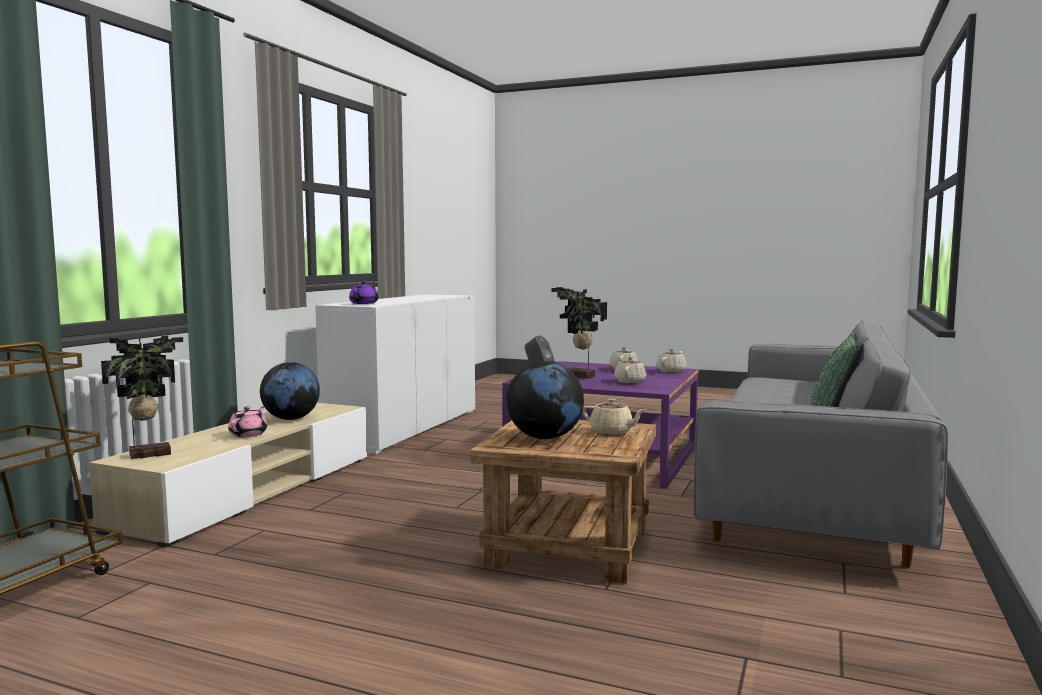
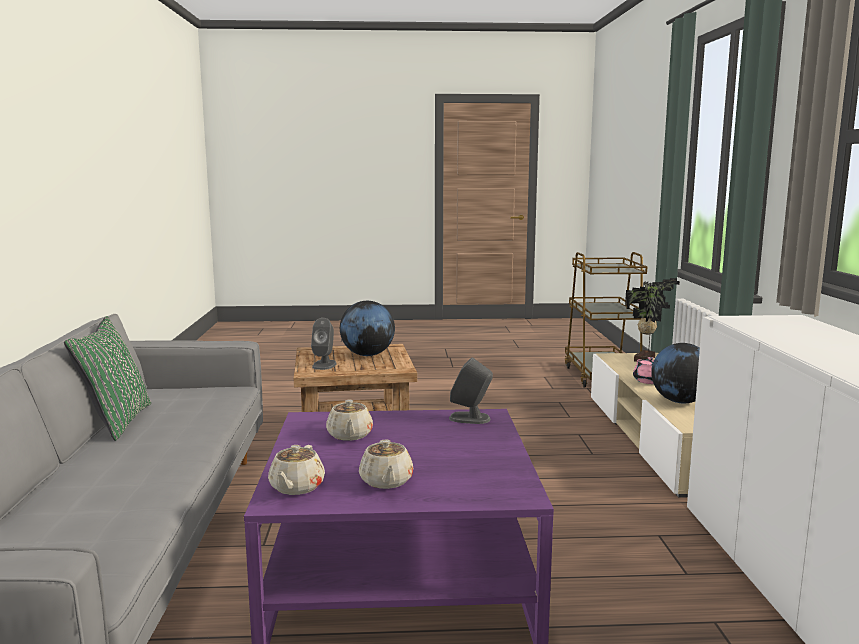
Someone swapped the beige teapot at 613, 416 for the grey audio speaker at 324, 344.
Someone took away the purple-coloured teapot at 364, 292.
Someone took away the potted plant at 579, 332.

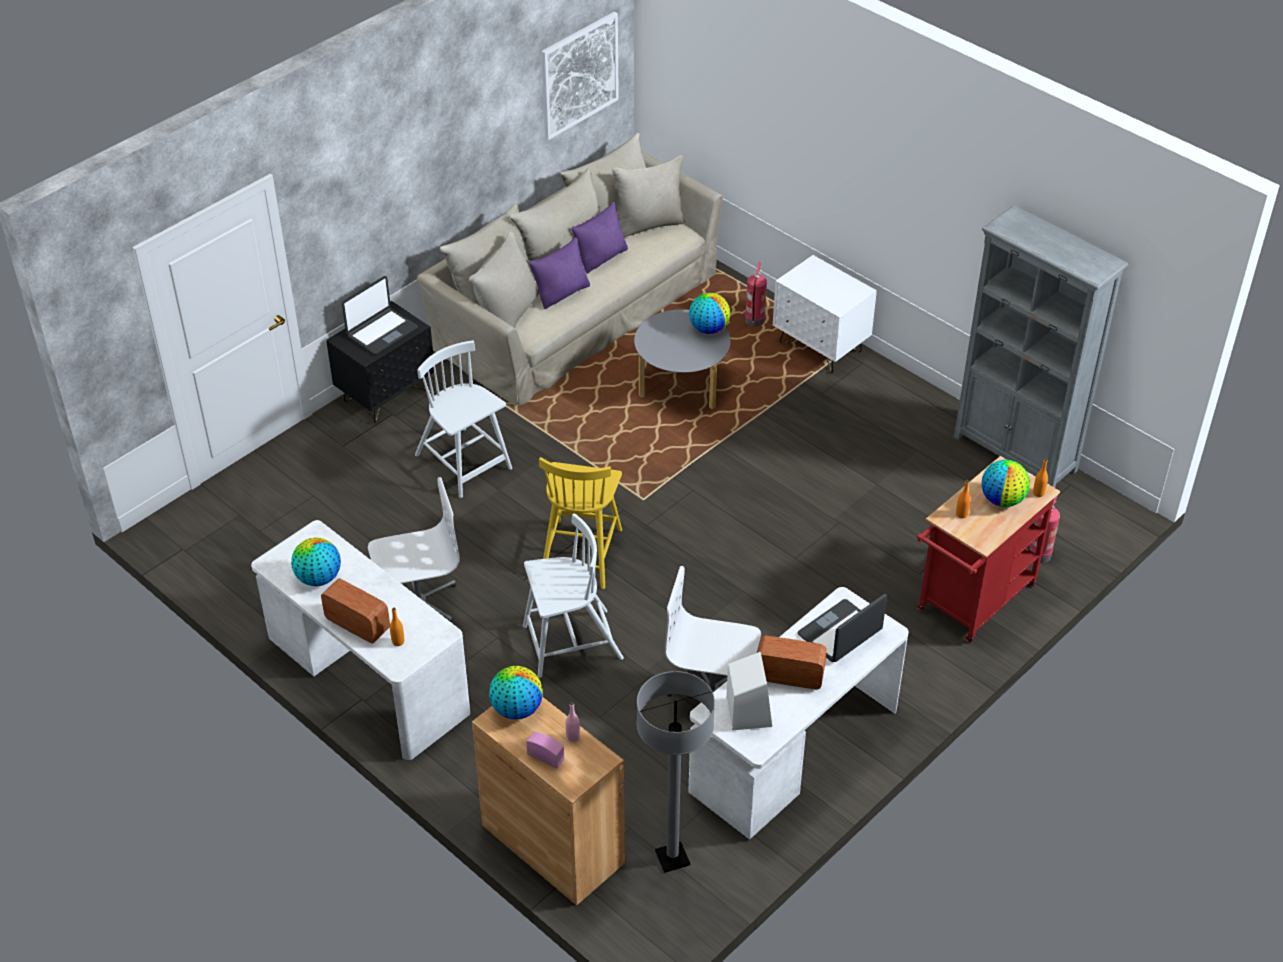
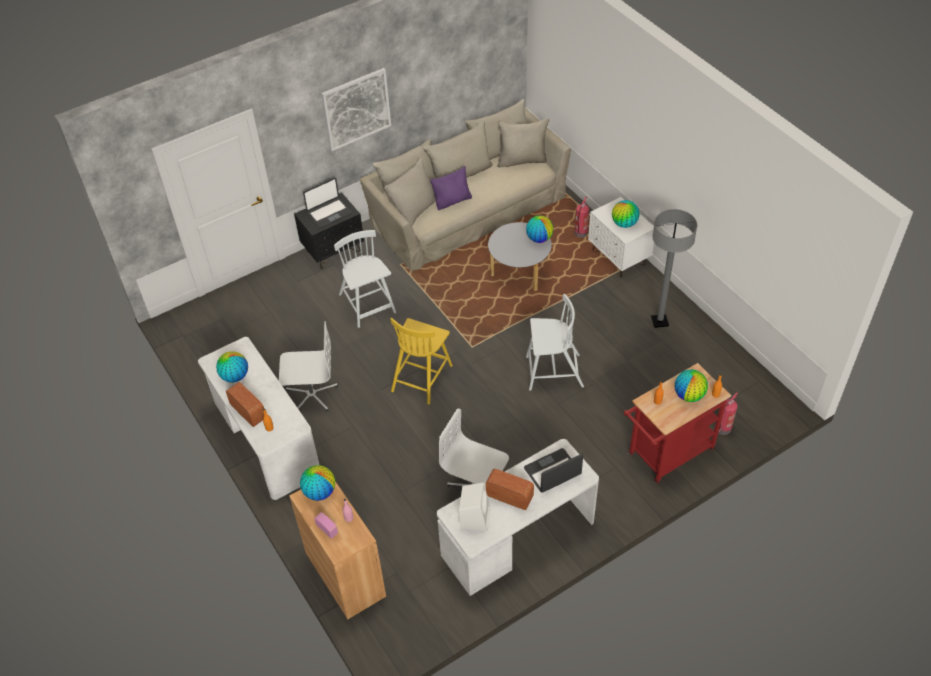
Someone carried the wall picture from 580, 76 to 356, 109.
Someone carried the white-coloured upright chair from 573, 595 to 555, 342.
Someone put down the desk globe at 626, 214.
Someone carried the grey floor lamp from 676, 772 to 674, 268.
Someone took away the purple-coloured throw pillow at 600, 238.
Someone took away the grey shelving unit at 1040, 346.

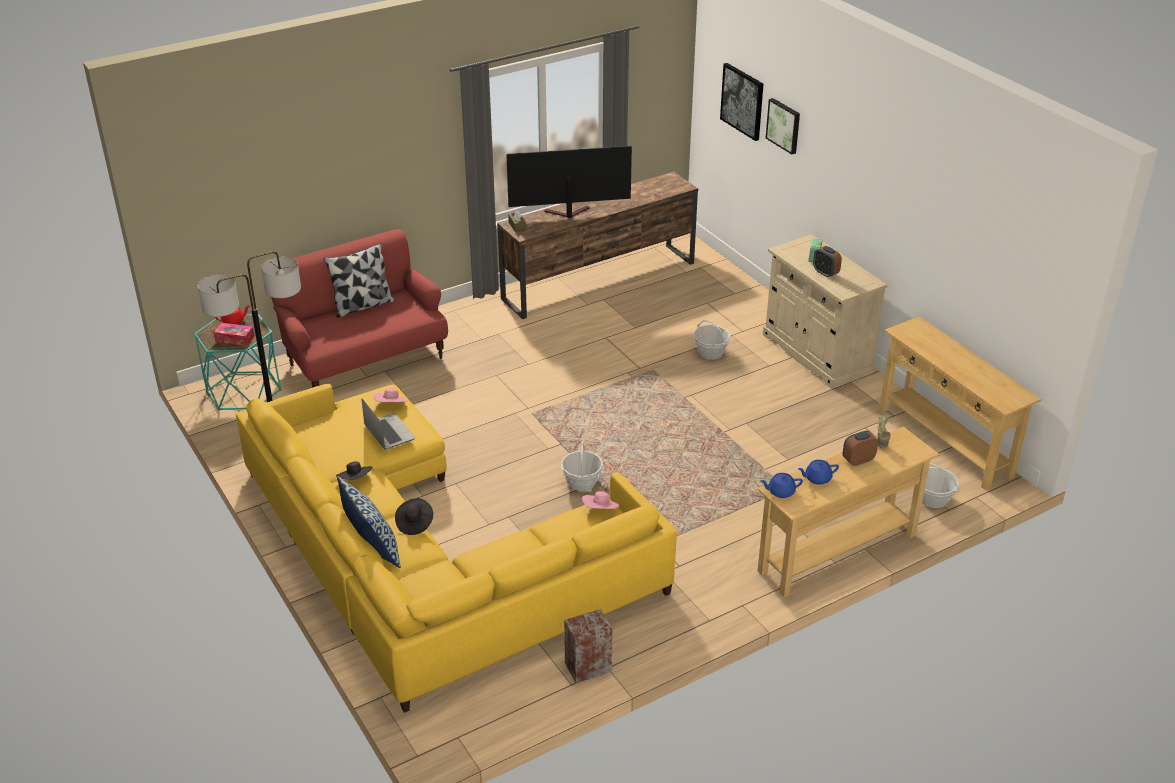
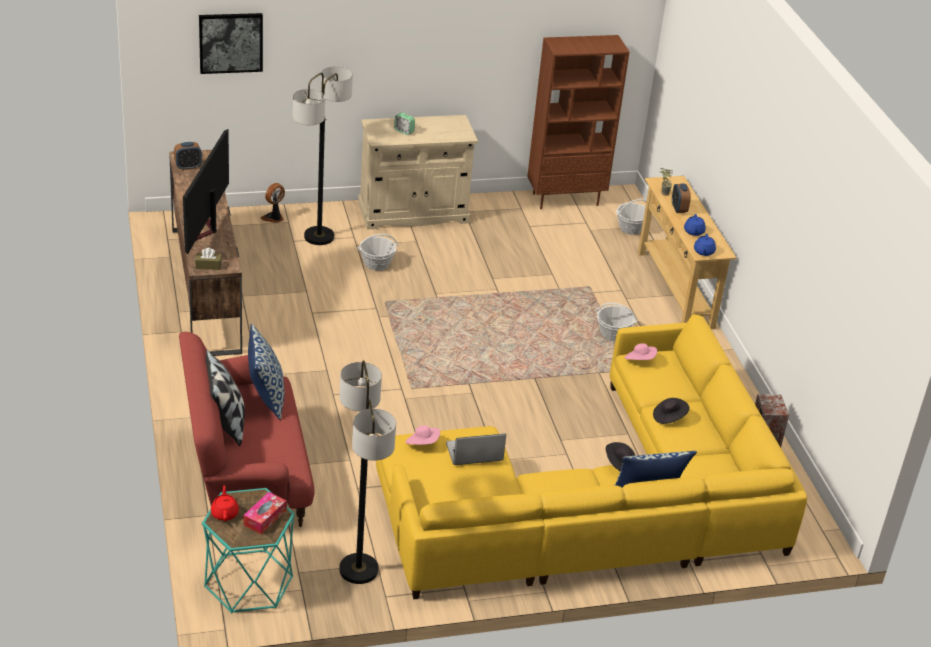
Someone carried the alarm clock from 827, 262 to 188, 156.
Someone put down the throw pillow at 266, 371.
Someone put down the cooling fan at 273, 203.
Someone put down the floor lamp at 323, 155.
Someone swapped the beige console table at 960, 403 for the brownish shelving unit at 578, 122.
Someone carried the basket from 582, 467 to 616, 322.
Someone carried the black-coloured hat from 354, 470 to 671, 411.
Someone took away the wall picture at 783, 126.

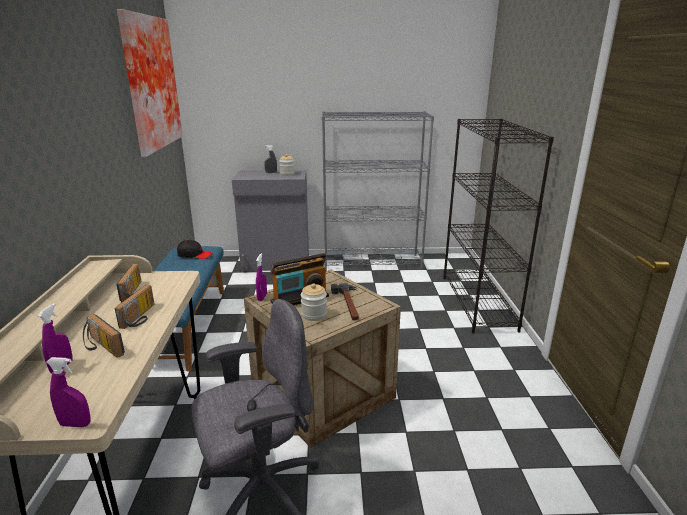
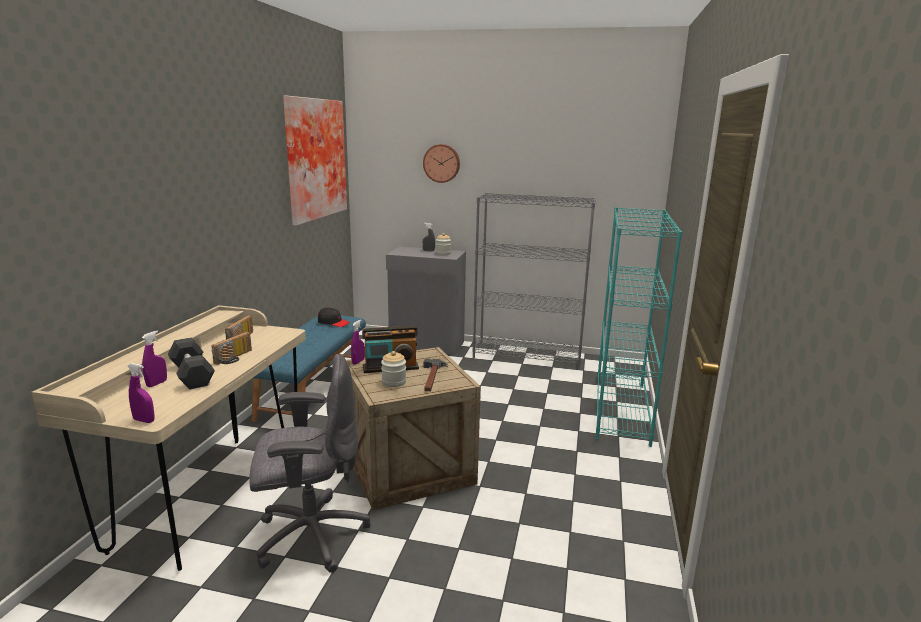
Someone swapped the radio set at 104, 336 for the grey free weight at 191, 363.
Someone put up the clock on the wall at 441, 163.
Someone repainted the black-coloured shelving unit at 498, 226, which became the turquoise shelving unit at 639, 327.

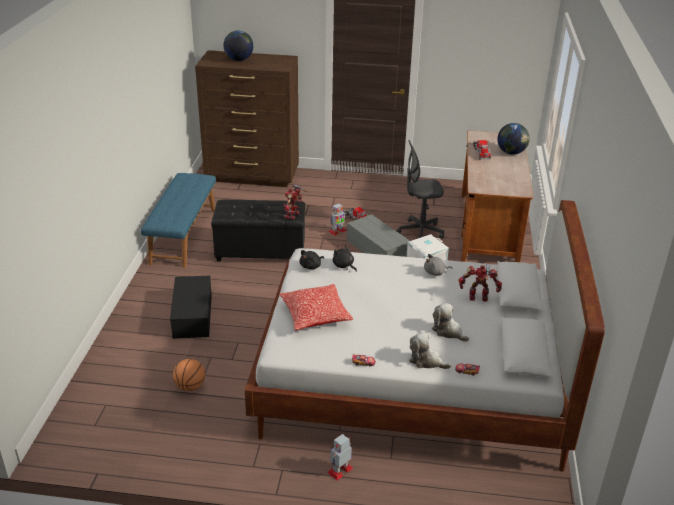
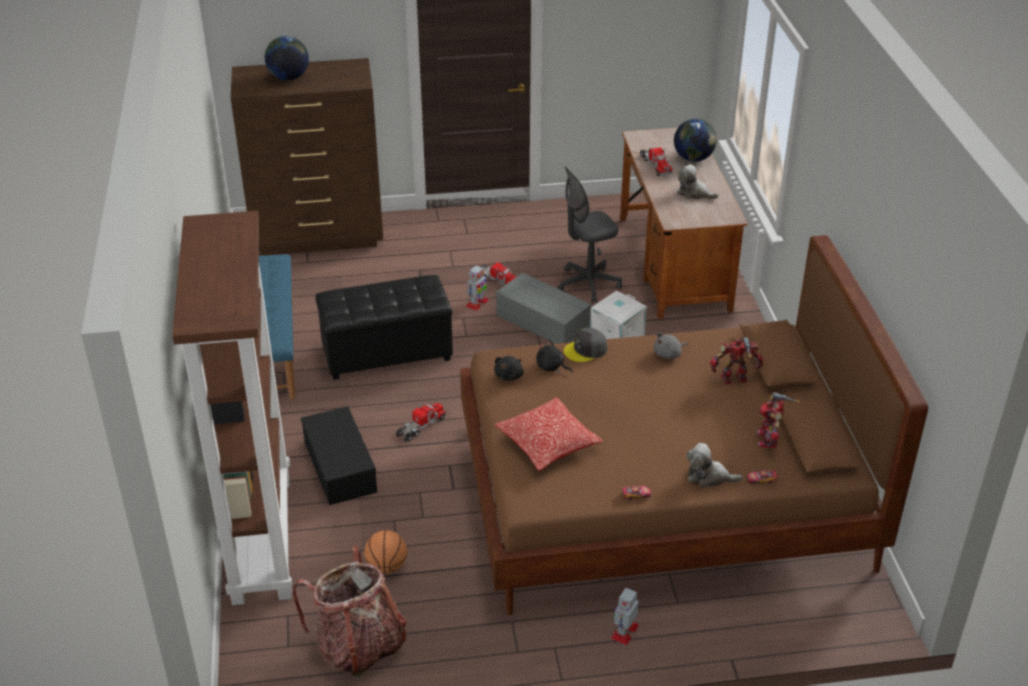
Someone put down the brownish shelving unit at 232, 408.
Someone put down the knapsack at 349, 611.
Someone put down the toy lorry at 421, 423.
Someone repainted the white-coloured sleeping bed at 425, 336, which became the brownish sleeping bed at 694, 425.
Someone put down the grey baseball cap at 585, 345.
Someone carried the soft toy from 450, 322 to 697, 181.
Someone carried the model robot from 295, 202 to 778, 420.

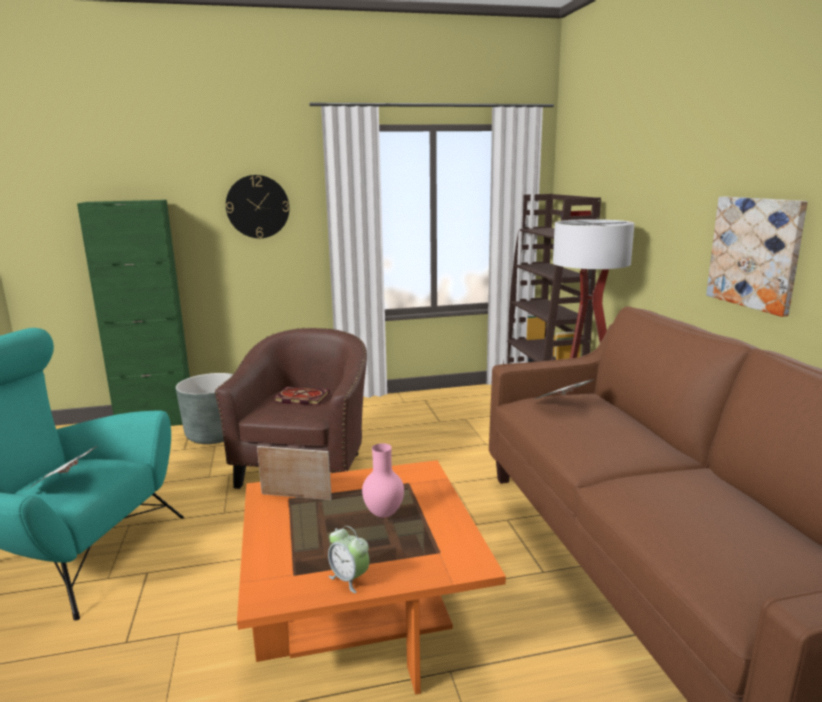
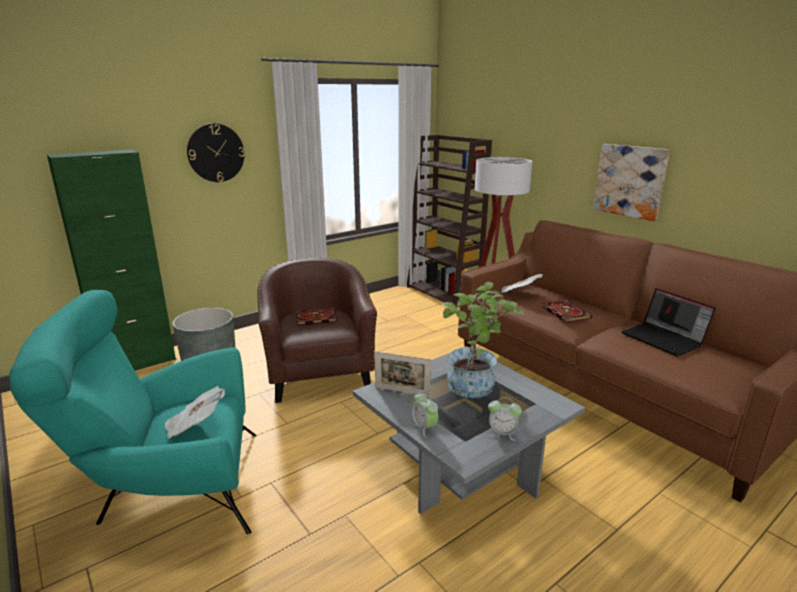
Someone repainted the orange-coloured low table at 371, 577, which became the grey low table at 469, 430.
Someone rotated the photo frame at 294, 473 by 150 degrees counterclockwise.
Someone put down the alarm clock at 424, 415.
Someone swapped the pink decorative vase at 383, 480 for the potted plant at 483, 340.
Someone put down the volume at 567, 311.
Someone put down the laptop at 668, 322.

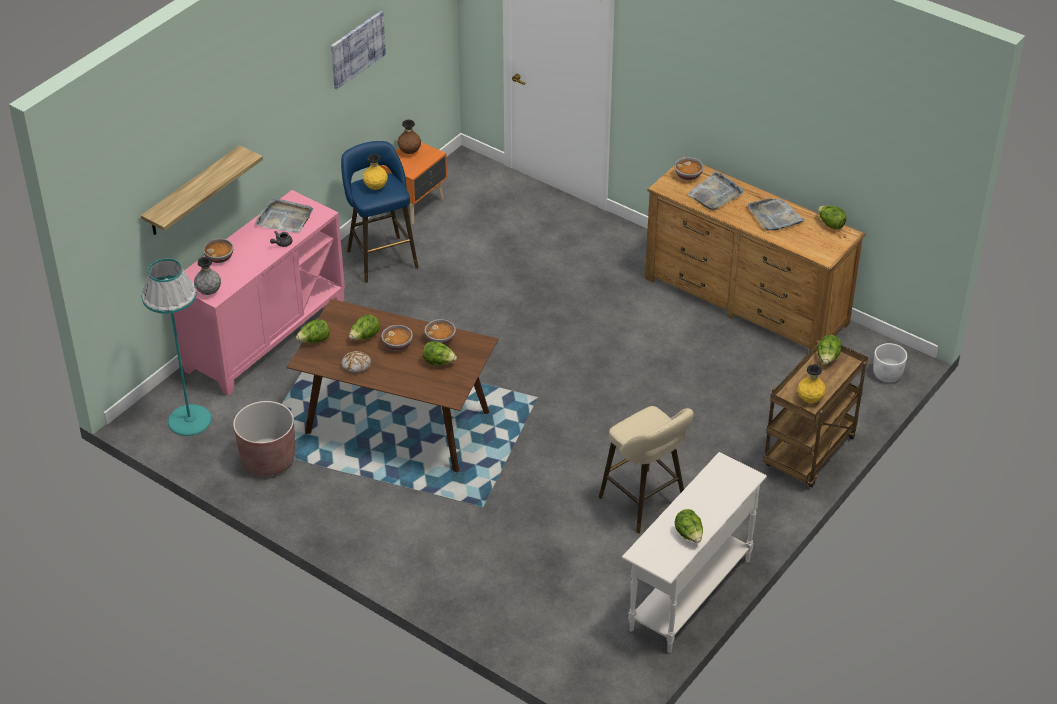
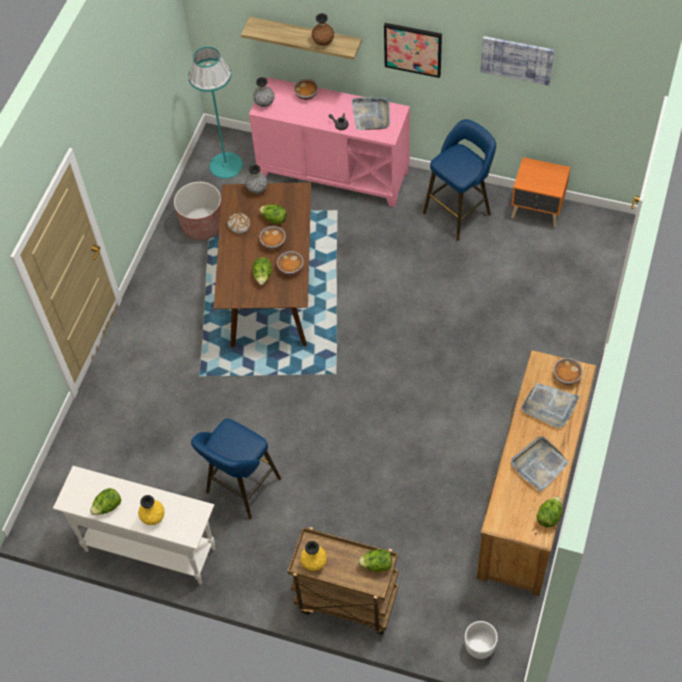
Someone carried the yellowish decorative vase from 375, 172 to 151, 510.
Someone repainted the beige stool seat at 646, 469, which became the blue stool seat at 236, 468.
Someone swapped the lettuce at 313, 331 for the grey decorative vase at 257, 179.
Someone carried the brownish decorative vase from 409, 137 to 323, 29.
Someone put up the wall picture at 413, 50.

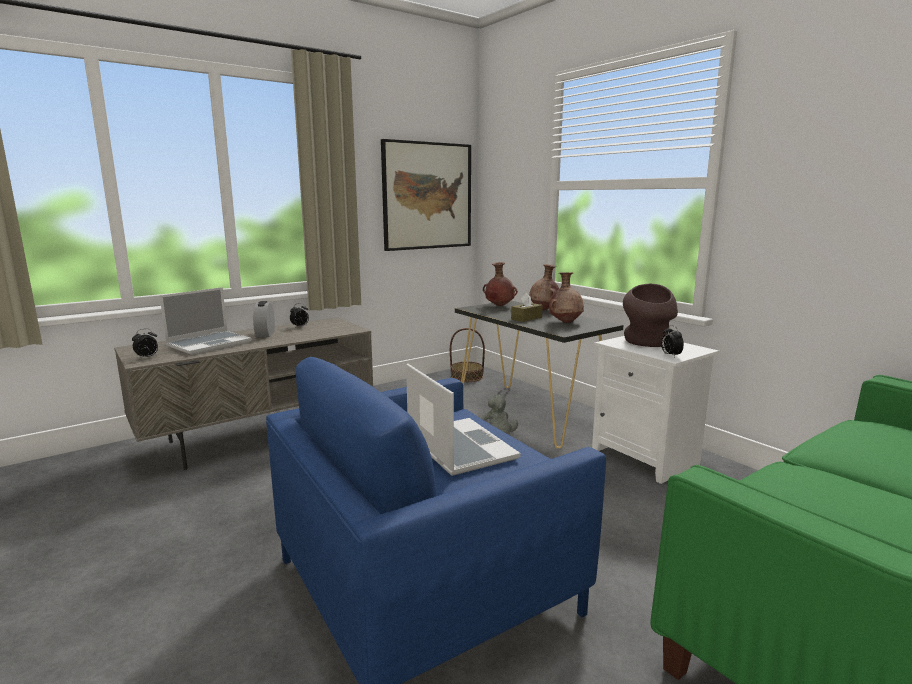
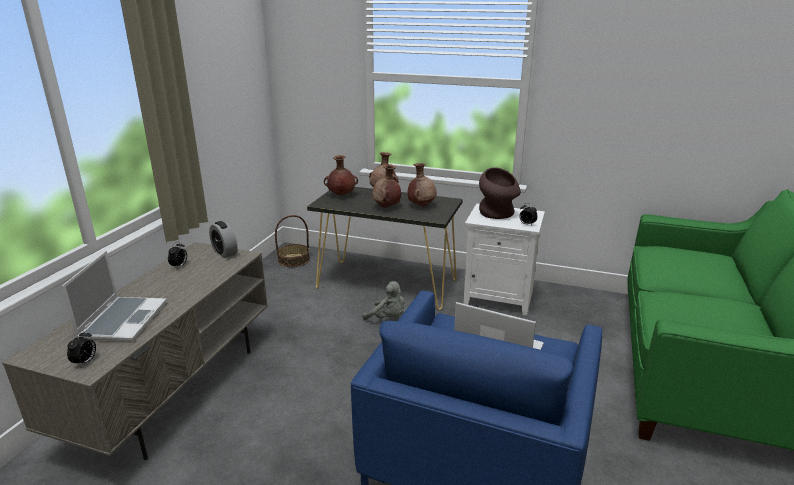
Someone carried the alarm clock from 264, 319 to 223, 239.
Someone swapped the brownish tissue holder at 527, 307 for the brownish decorative vase at 386, 186.
Someone took away the wall picture at 426, 195.

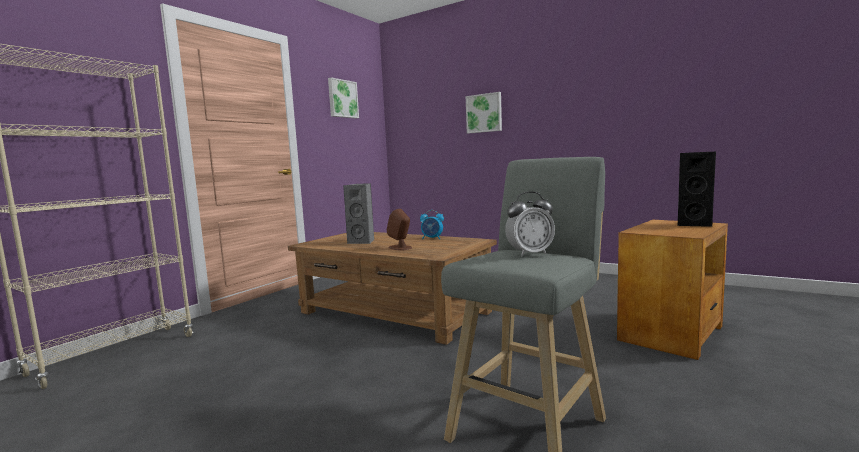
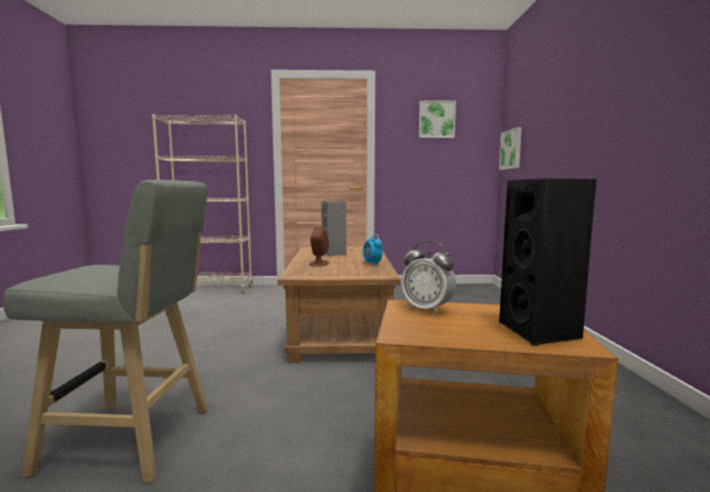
Someone carried the alarm clock from 530, 224 to 428, 278.
Someone carried the wall picture from 484, 112 to 510, 148.

